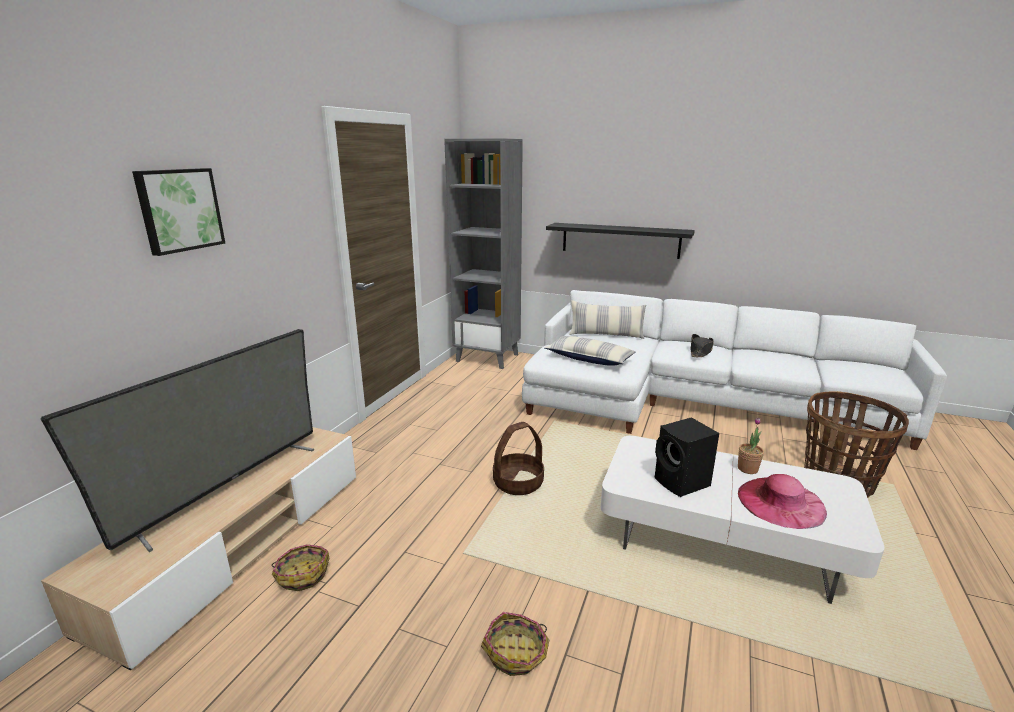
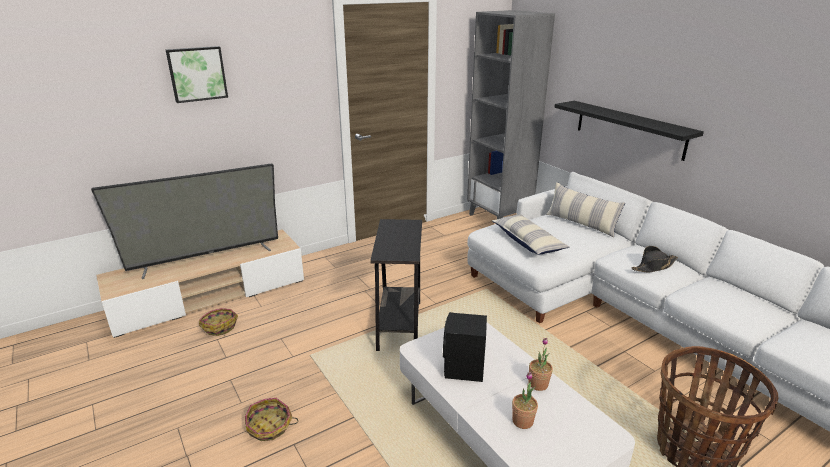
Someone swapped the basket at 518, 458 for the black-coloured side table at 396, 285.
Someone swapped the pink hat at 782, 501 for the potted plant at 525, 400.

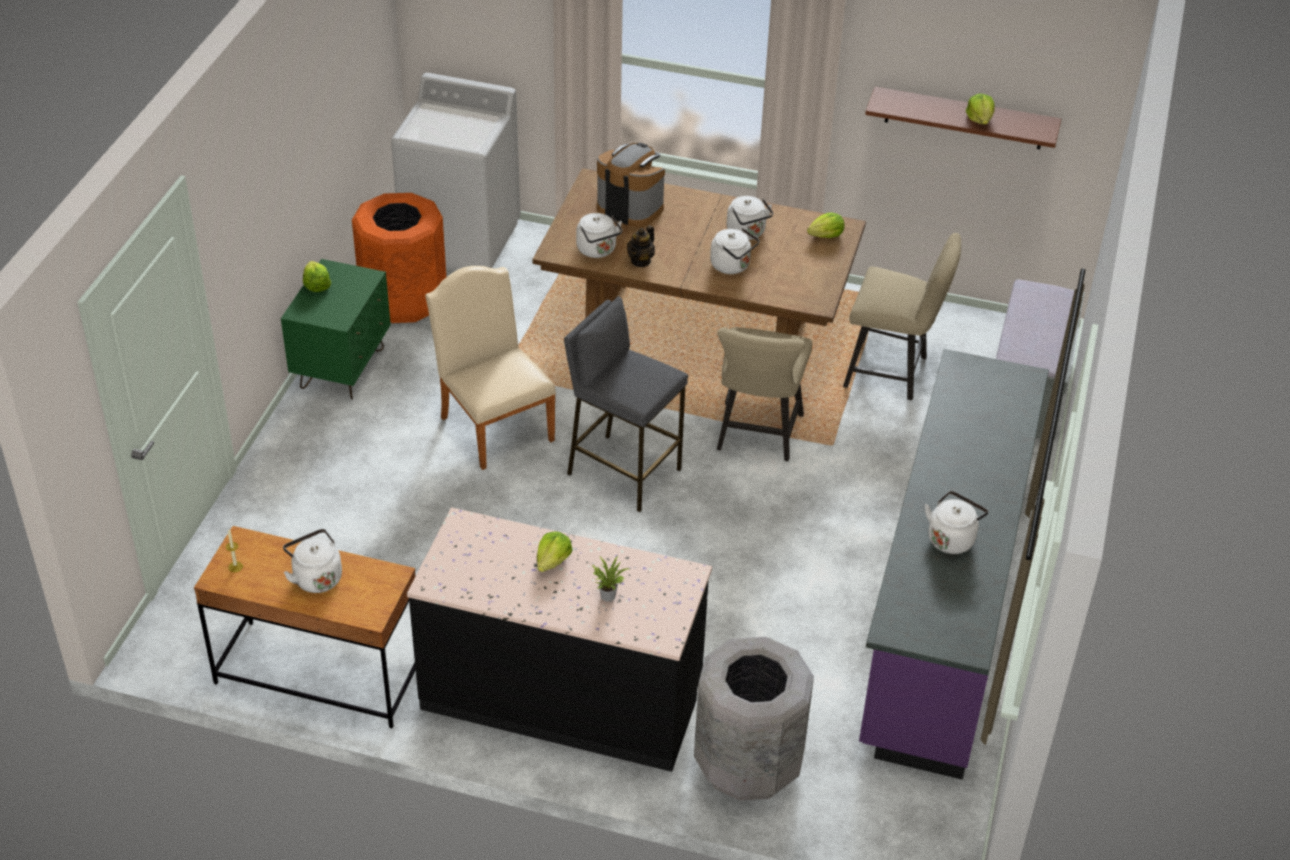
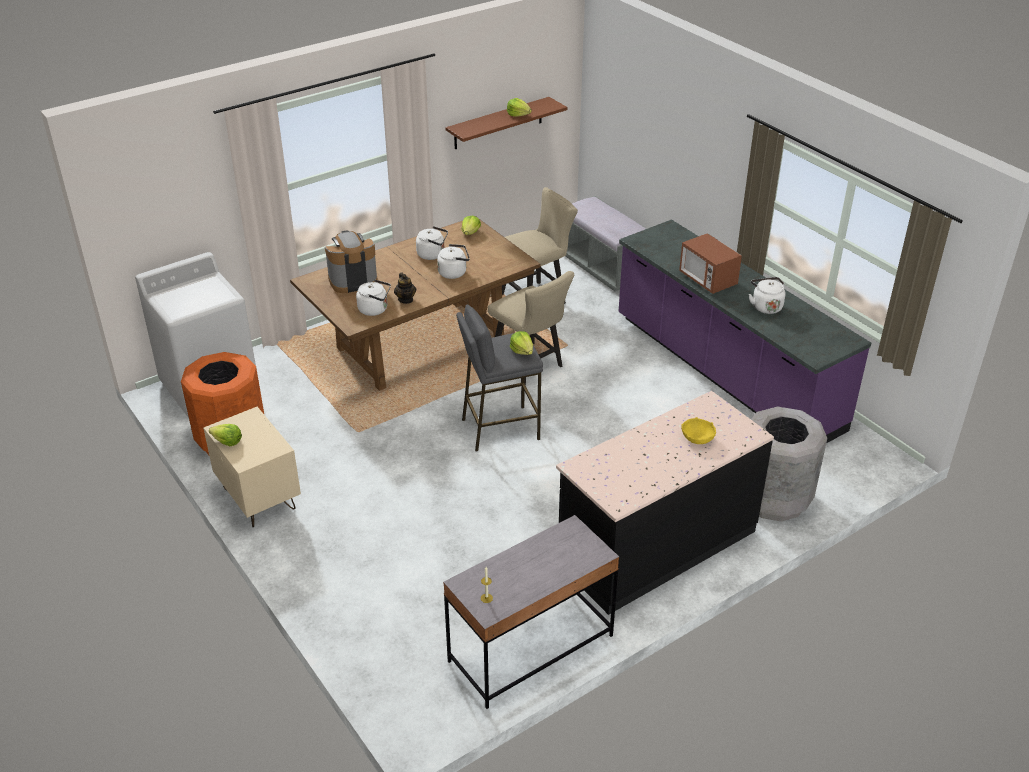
Someone repainted the green-coloured nightstand at 336, 329, which became the beige nightstand at 252, 467.
Someone repainted the brownish desk table at 305, 627, which became the grey desk table at 531, 612.
Someone carried the lettuce from 555, 552 to 521, 343.
Someone put down the microwave at 710, 263.
Someone swapped the potted plant at 611, 579 for the yellowish serving bowl at 698, 430.
Someone took away the white-coloured tea kettle at 312, 561.
Someone took away the beige upright chair at 490, 368.

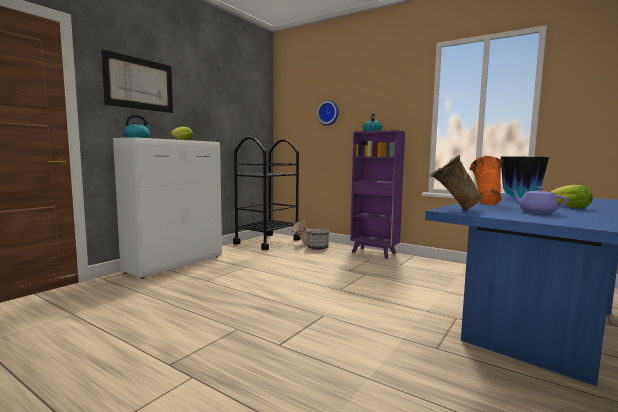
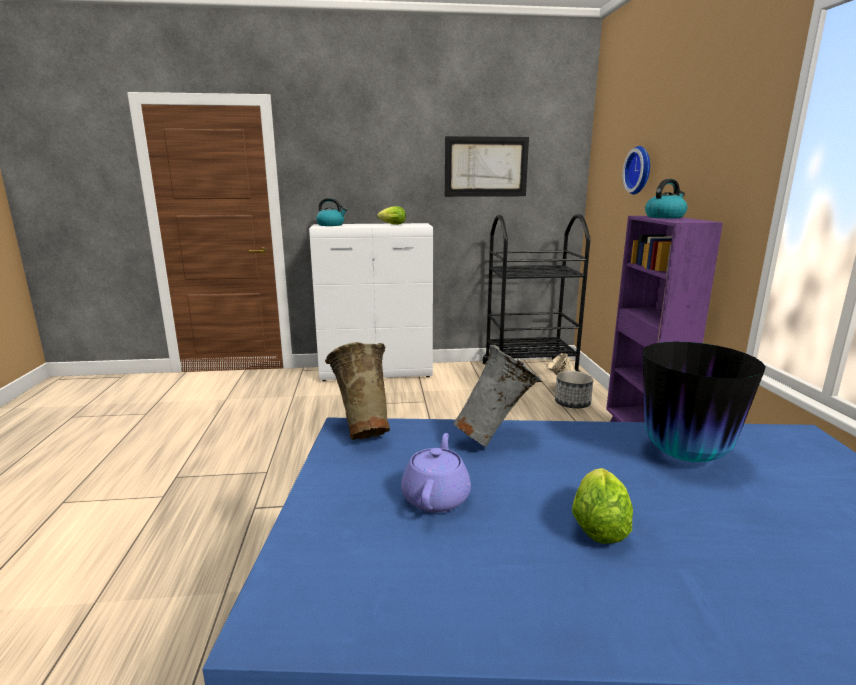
Someone carried the wall picture from 137, 81 to 487, 166.
Someone repainted the orange-coloured decorative vase at 486, 180, which became the grey decorative vase at 498, 396.

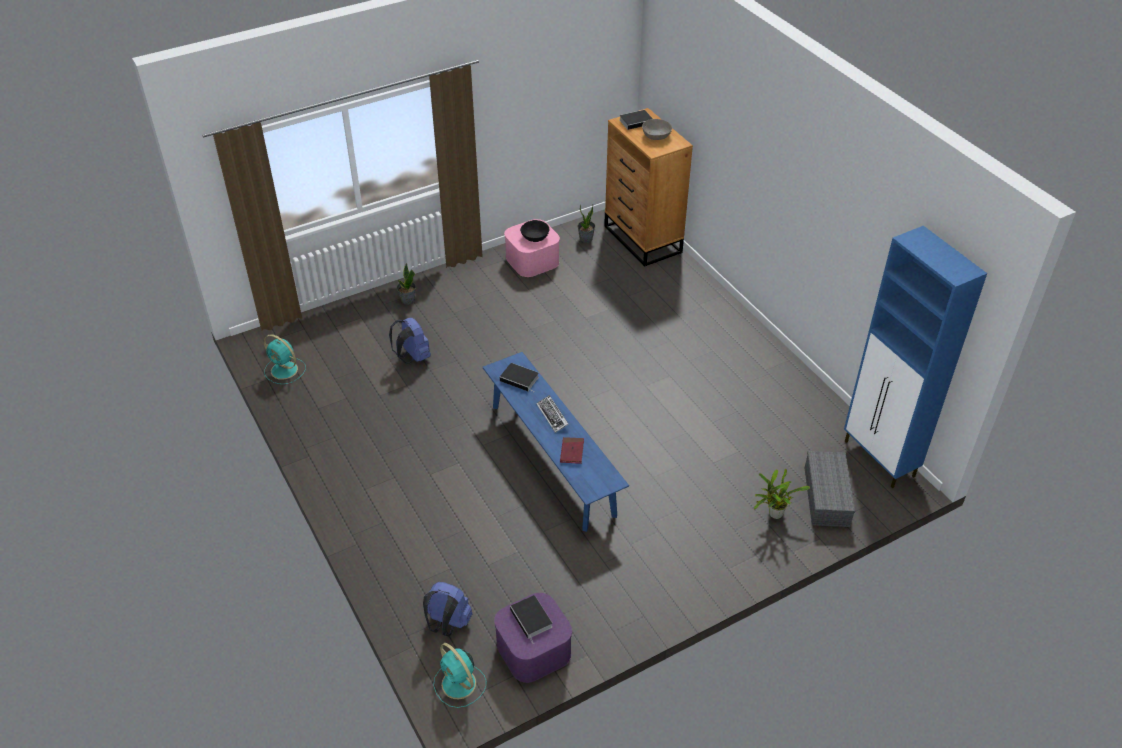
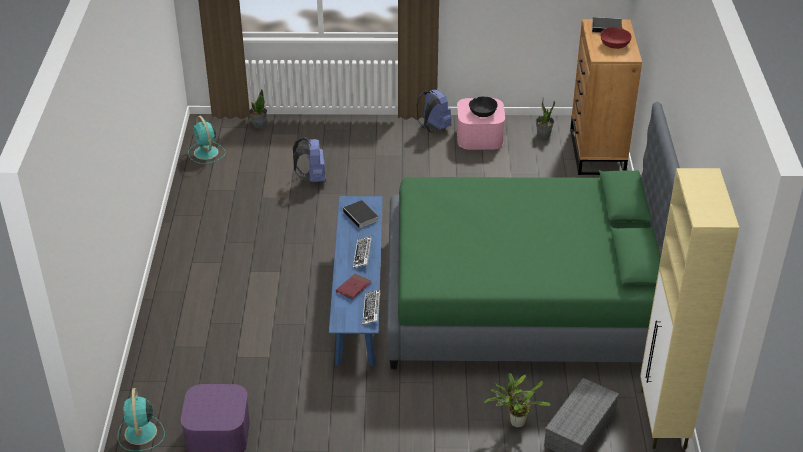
Someone carried the potted plant from 406, 284 to 258, 109.
Someone put down the keyboard at 371, 307.
Someone put down the green-coloured sleeping bed at 533, 235.
Someone carried the blue knapsack from 447, 609 to 433, 111.
Someone repainted the grey serving bowl at 657, 129, which became the red serving bowl at 616, 38.
Someone repainted the blue cabinet at 915, 357, which became the beige cabinet at 689, 308.
Someone took away the volume at 531, 619.

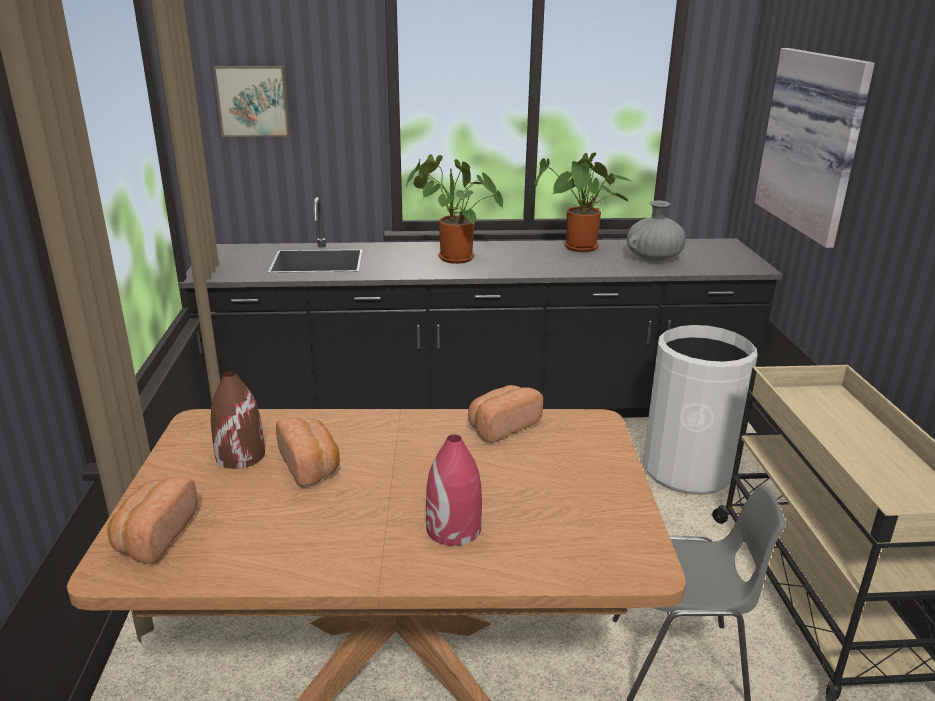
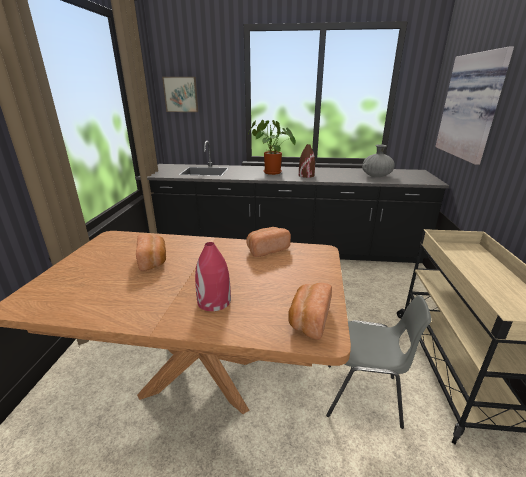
Someone carried the bakery bread from 152, 520 to 310, 311.
Someone carried the brownish decorative vase from 238, 420 to 307, 161.
Someone took away the potted plant at 583, 202.
Someone took away the white-coloured rubbish bin at 700, 410.

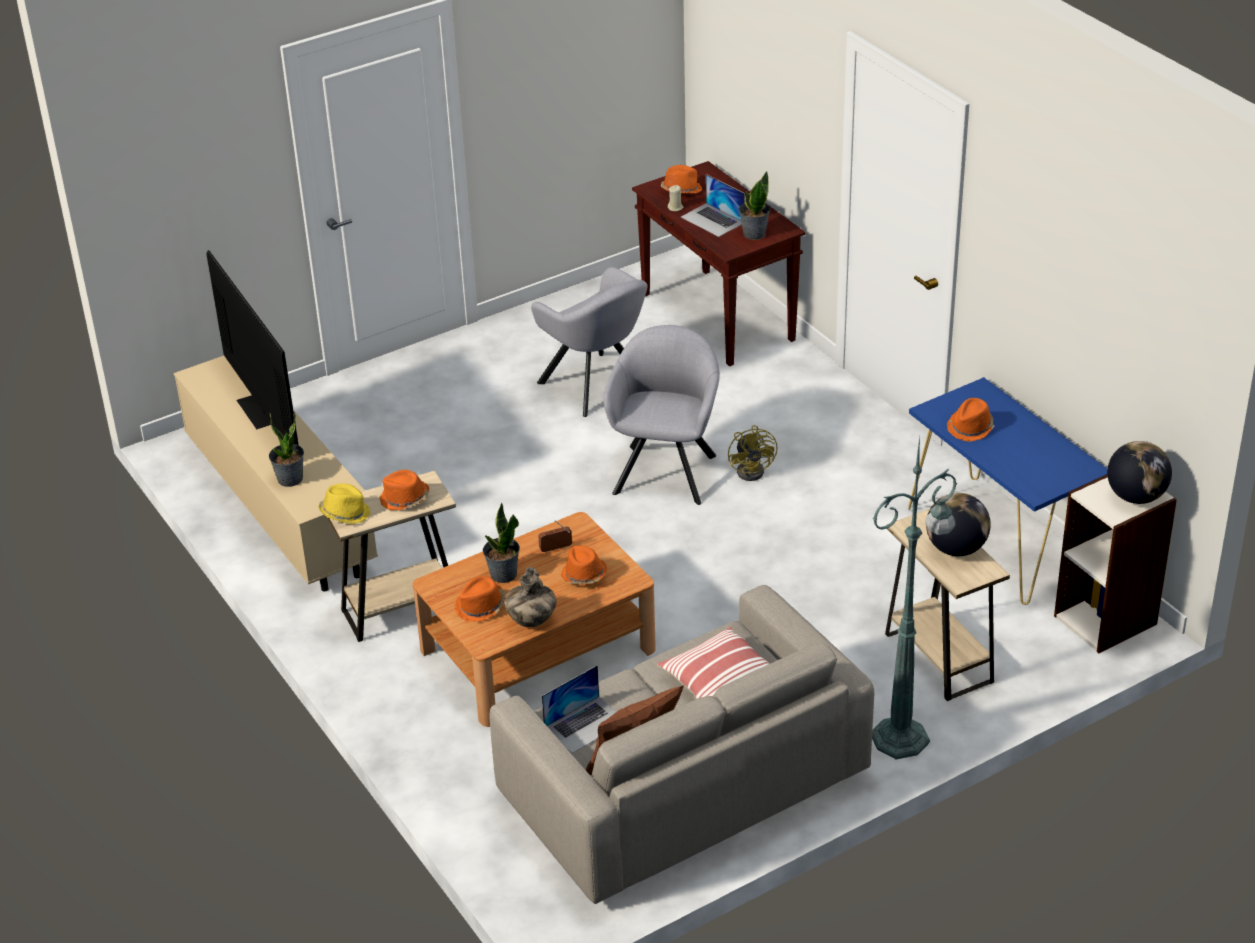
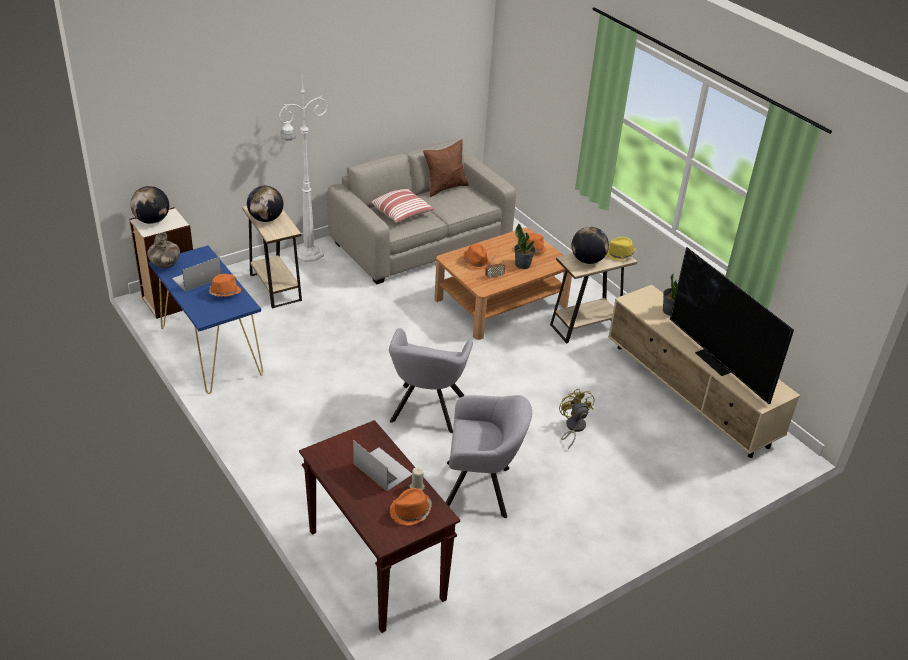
Someone carried the decorative vase from 530, 597 to 163, 250.
Someone carried the laptop from 579, 709 to 196, 274.
Someone repainted the green-coloured floor lamp at 914, 597, which became the white-coloured floor lamp at 303, 169.
Someone rotated the grey armchair at 589, 342 by 135 degrees clockwise.
Someone carried the yellowish cooling fan from 753, 453 to 577, 419.
Someone swapped the orange-coloured hat at 404, 490 for the desk globe at 590, 245.
Someone took away the potted plant at 754, 205.

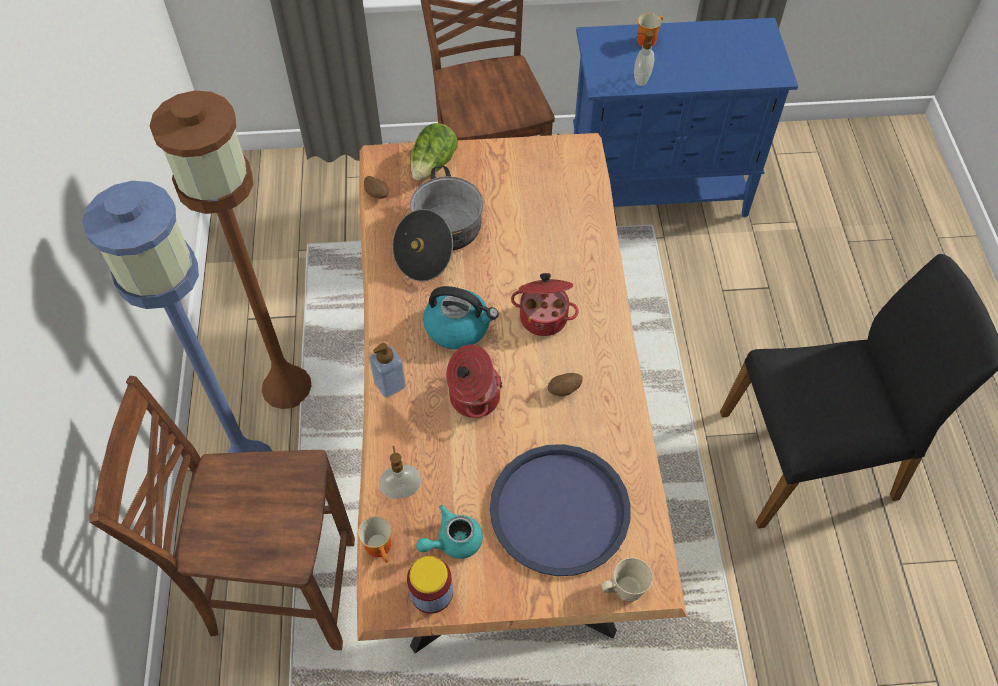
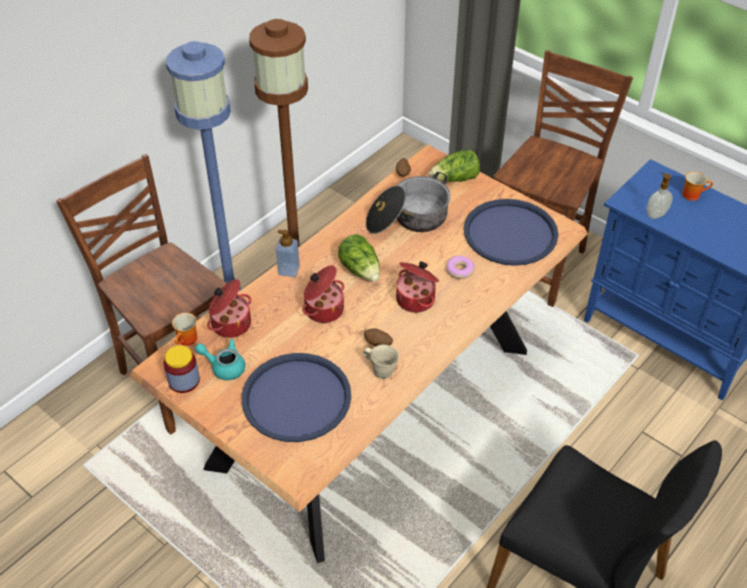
Someone swapped the liquid soap bottle at 400, 472 for the cooking pot at 229, 308.
Someone swapped the tea kettle at 461, 318 for the lettuce at 359, 258.
Someone carried the beige tea mug from 627, 579 to 381, 362.
Someone put down the donut at 460, 267.
Someone put down the blue carrying tray at 511, 232.

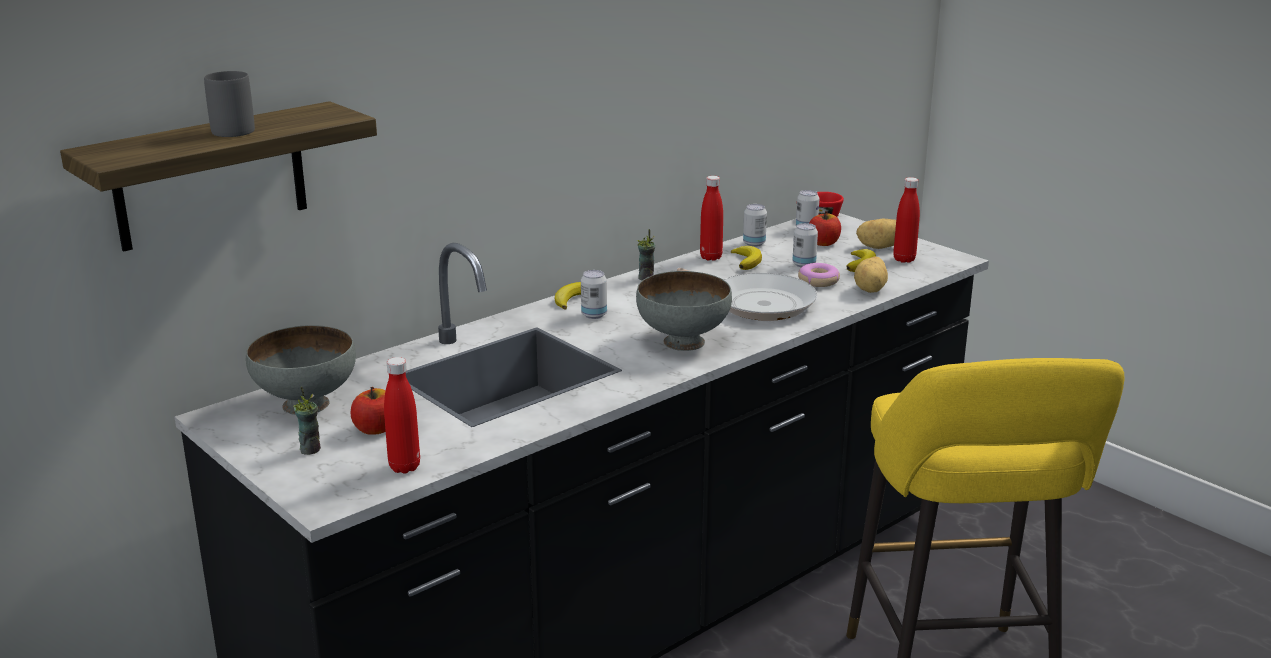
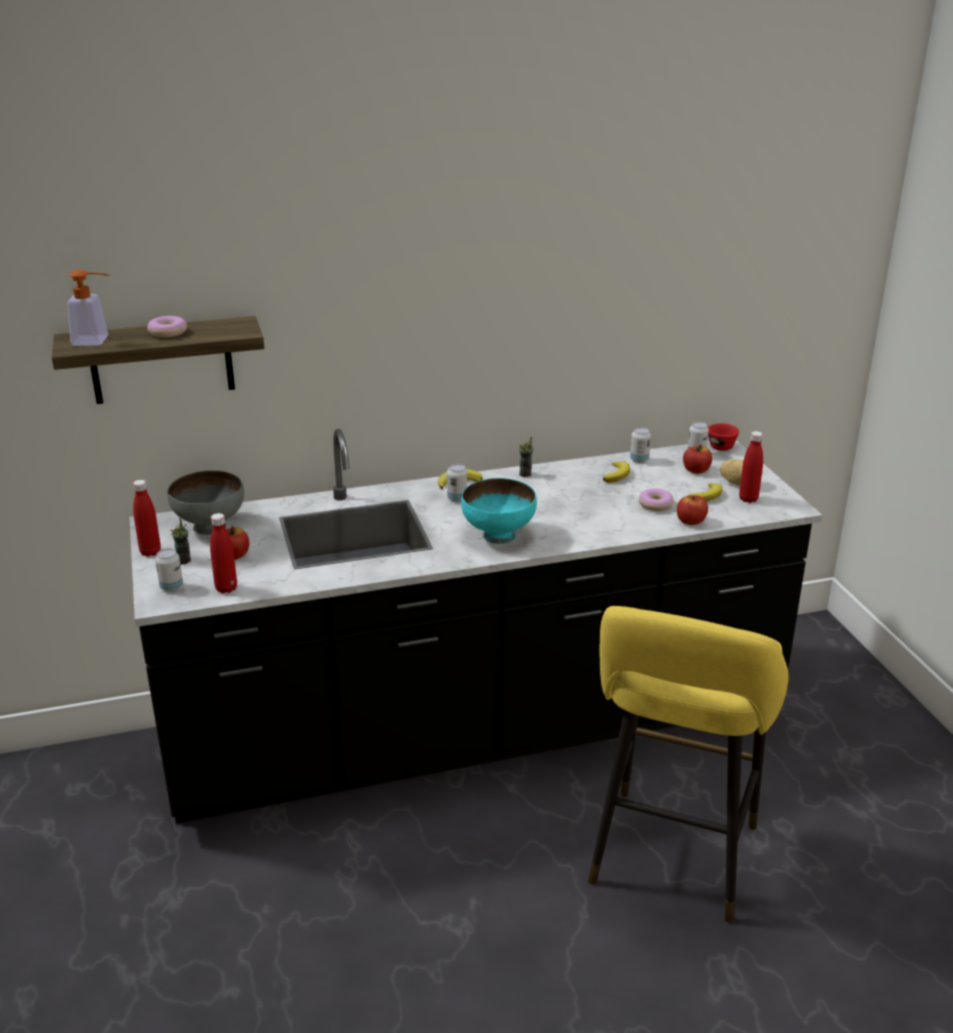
Someone put down the liquid soap bottle at 88, 308.
Someone carried the red bottle from 711, 218 to 147, 518.
Someone swapped the grey tea mug at 229, 104 for the donut at 167, 327.
Someone carried the can from 805, 245 to 169, 570.
Someone repainted the grey serving bowl at 684, 311, which became the turquoise serving bowl at 499, 511.
Someone swapped the spud at 871, 275 for the whole apple at 692, 510.
Someone took away the pan at 747, 294.

